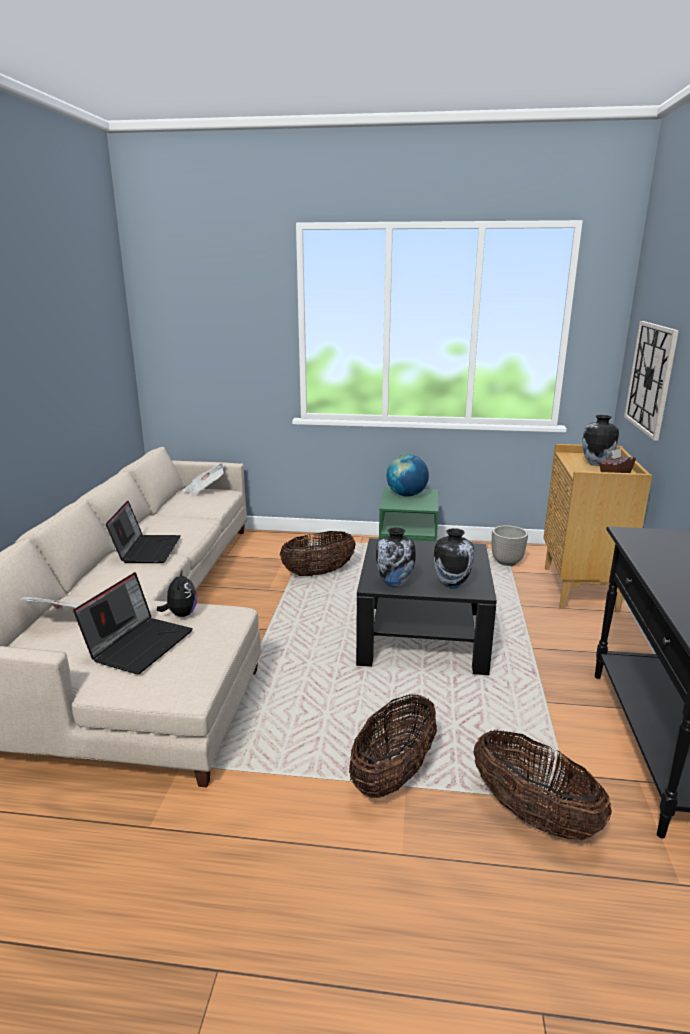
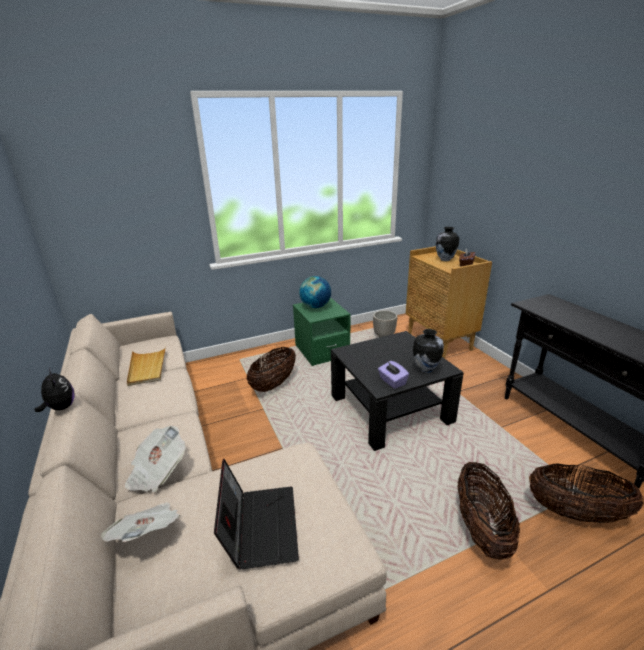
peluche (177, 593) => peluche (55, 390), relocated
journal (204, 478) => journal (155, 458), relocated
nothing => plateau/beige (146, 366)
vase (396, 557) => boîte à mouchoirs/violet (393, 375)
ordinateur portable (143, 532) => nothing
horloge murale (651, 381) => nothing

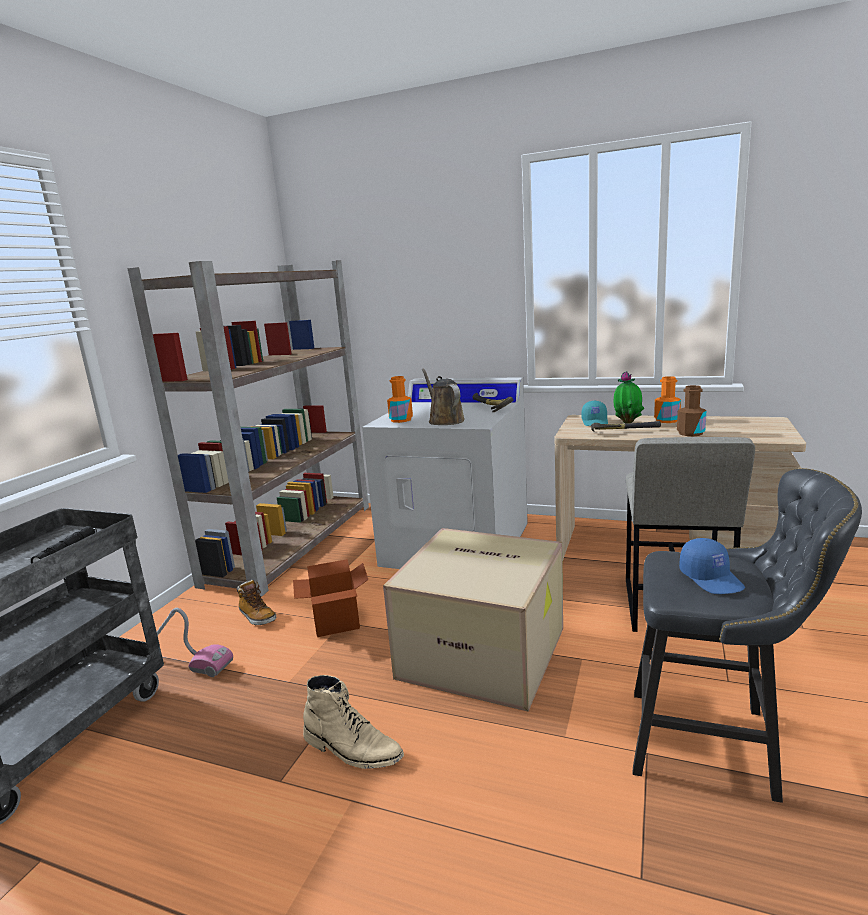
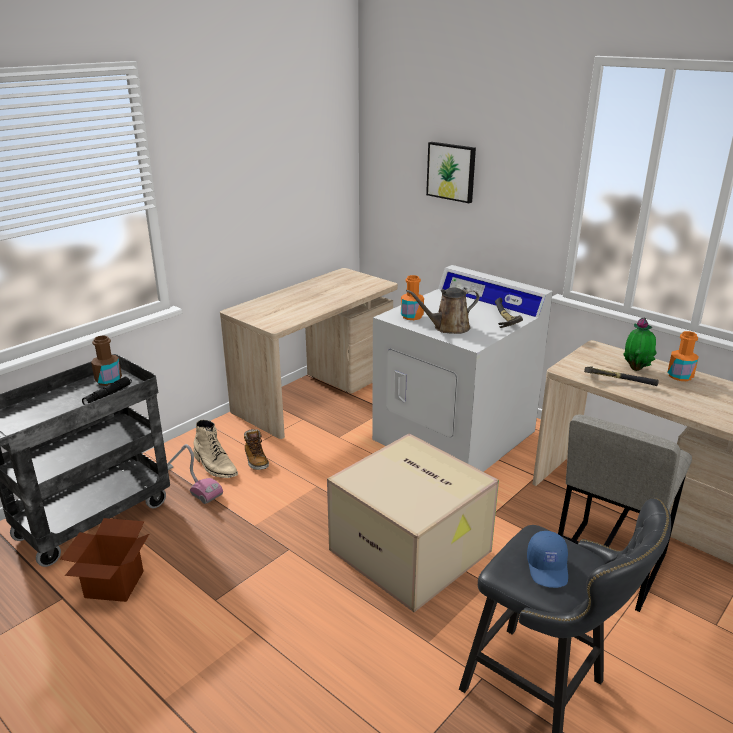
carton (330, 598) => carton (104, 560), relocated
bouteille/marron (691, 410) => bouteille/marron (106, 361), relocated
botte/beige (353, 722) => botte/beige (215, 449), relocated
bibliothèque/marron (248, 428) => bureau/beige (309, 353)
arrosoir/marron (443, 397) => arrosoir/marron (442, 310), 105 degrees counterclockwise
nothing => tableau (451, 172)
casquette/turquoise (595, 413) => nothing

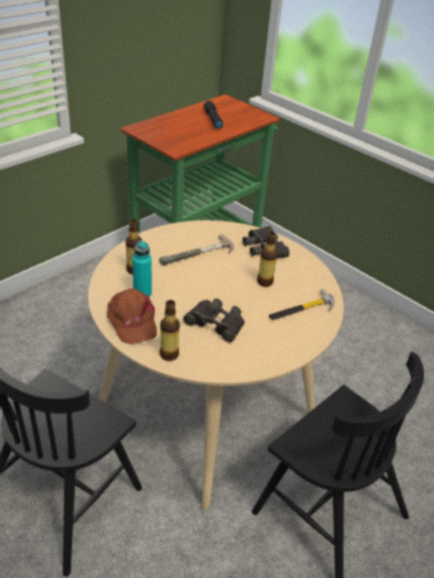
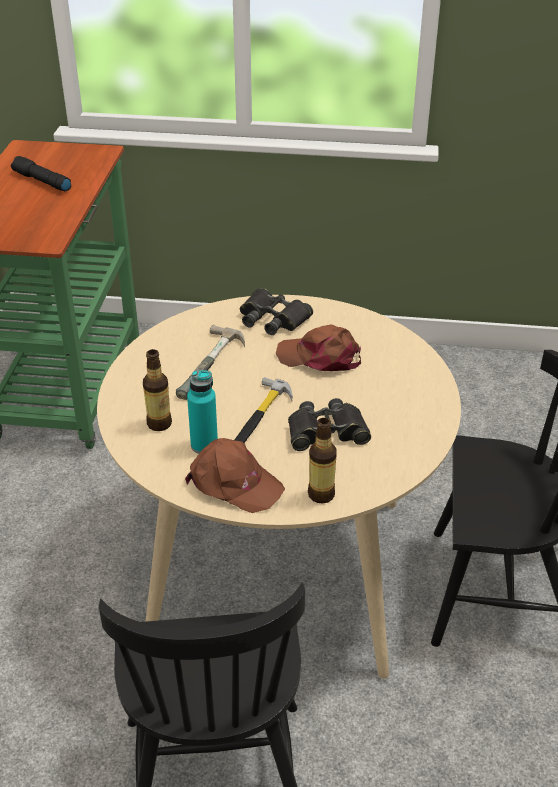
marteau (302, 304) => marteau (263, 410), relocated
bouteille (267, 259) => casquette/marron (318, 348)

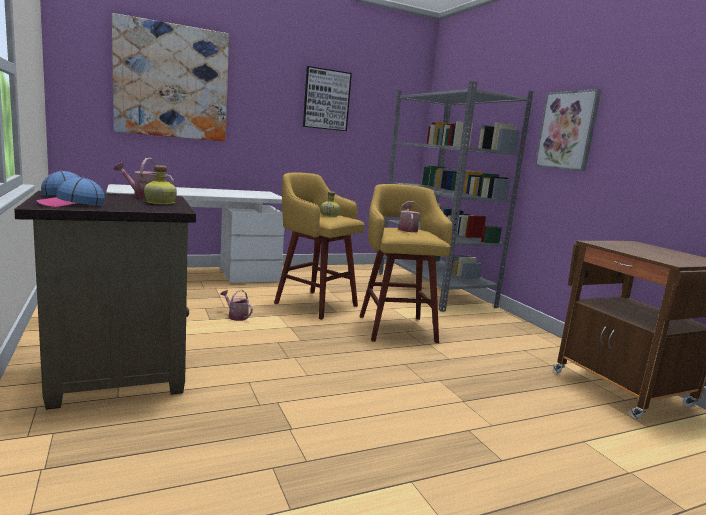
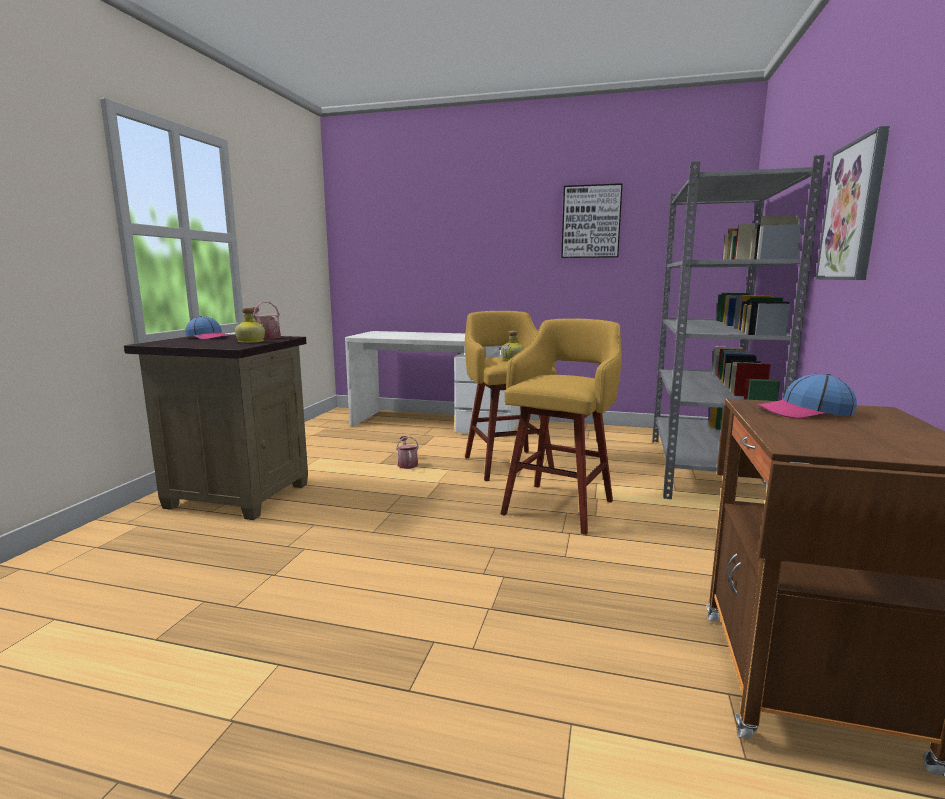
casquette (70, 192) => casquette (807, 396), relocated
tableau (170, 77) => nothing
arrosoir (409, 216) => nothing

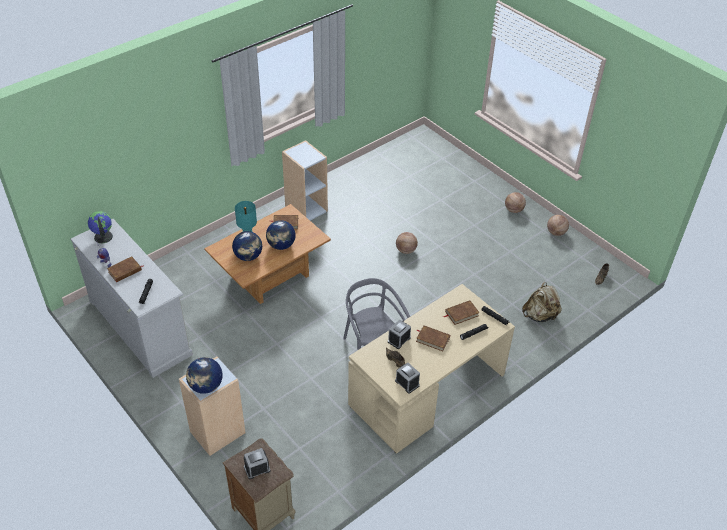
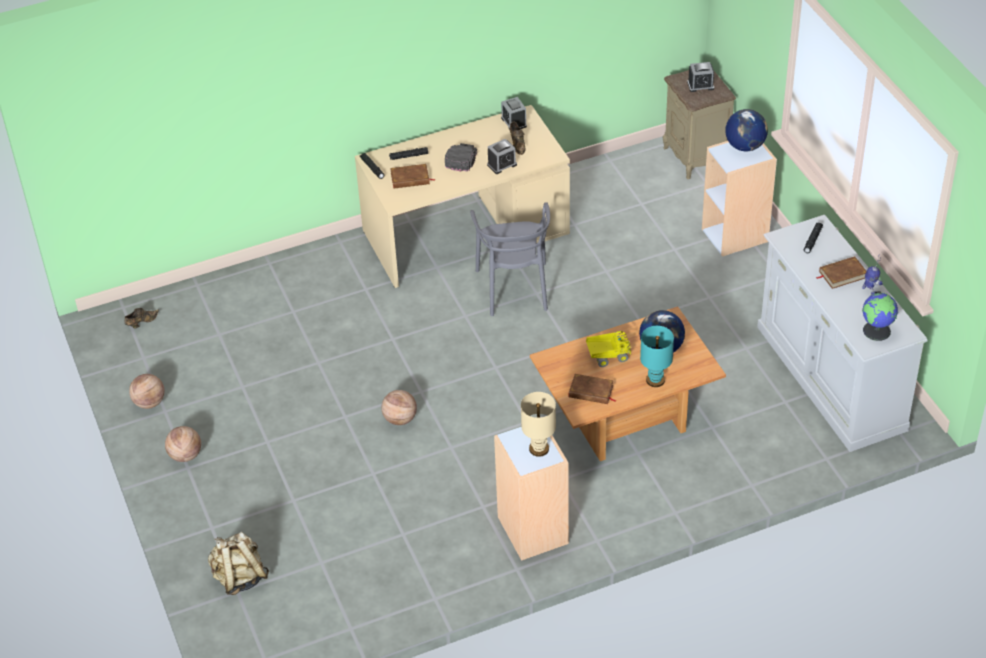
sac à dos/beige (542, 302) => sac à dos/beige (238, 563), relocated
livre/marron (433, 338) => casquette/noir (461, 157)
nothing => lampe de table/beige (538, 424)
globe (281, 235) => camion jouet (608, 349)

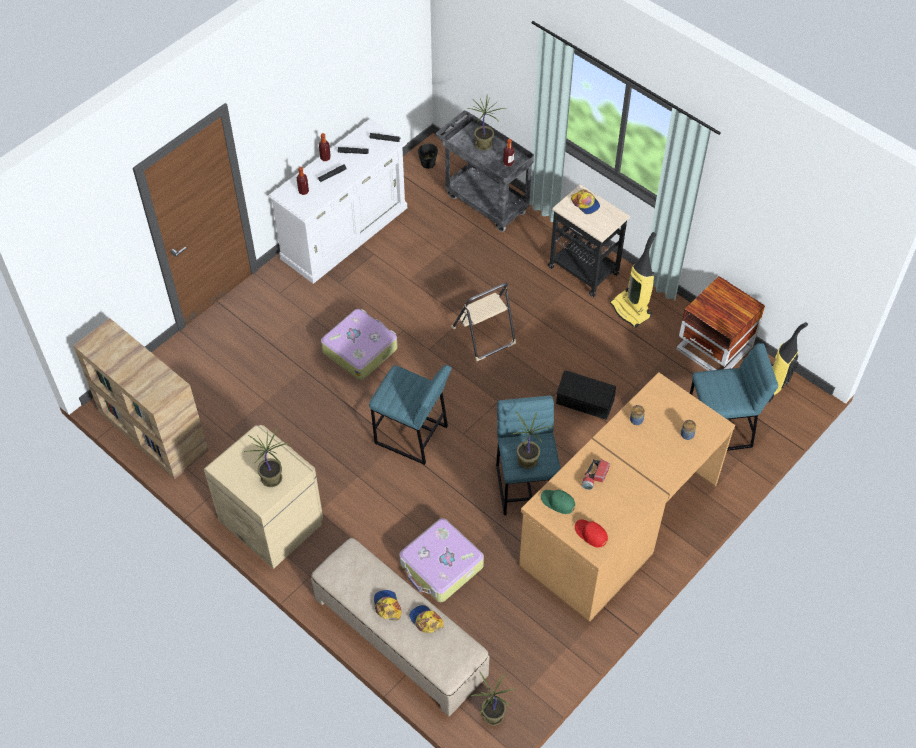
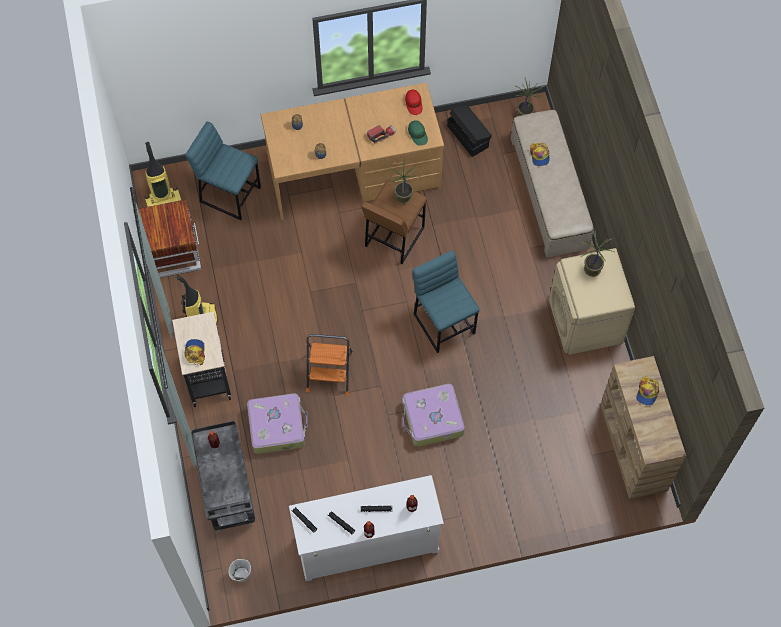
seau/noir (428, 155) => seau/blanc (240, 570)
valise (441, 560) => valise (277, 423), relocated
escabeau/beige (483, 322) => escabeau/orange (329, 365)
tabouret/bleu (528, 455) => tabouret/marron (394, 222)
boîte de rangement/noir (586, 395) => boîte de rangement/noir (469, 131), relocated
casquette (387, 605) => casquette (647, 390), relocated
plante en pot (487, 122) => nothing

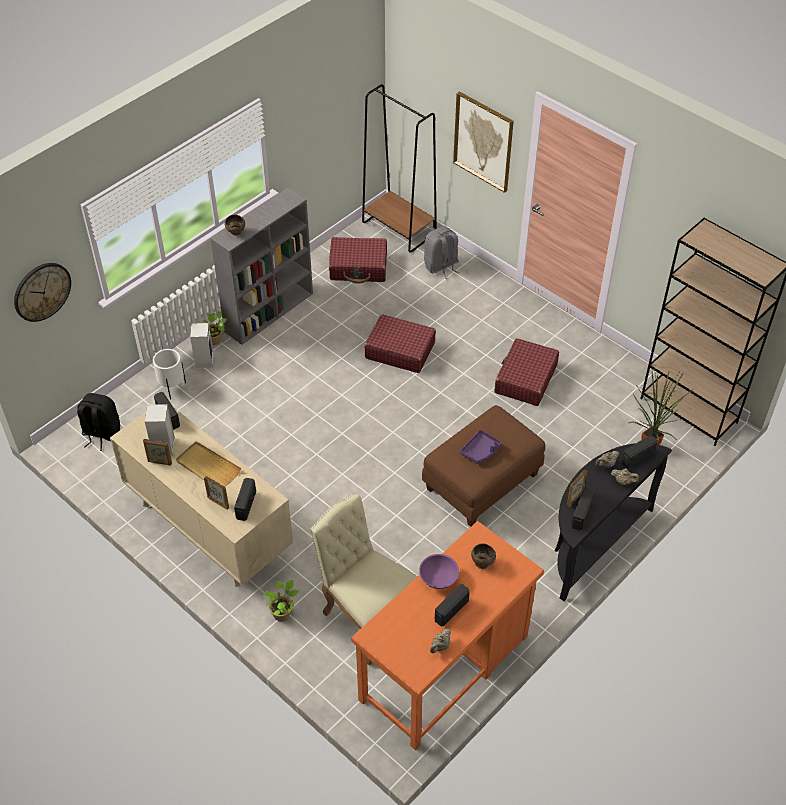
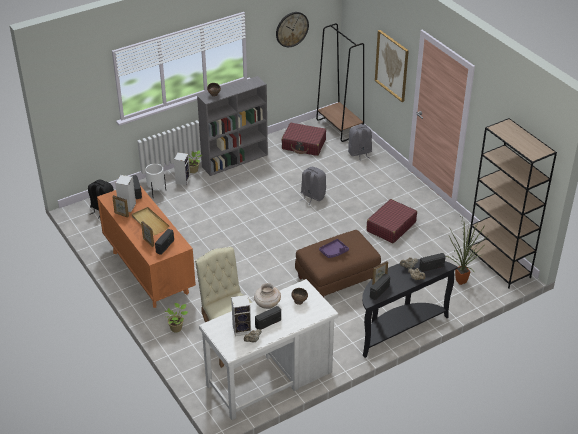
commode/beige (201, 497) => commode/orange (146, 246)
bureau/orange (447, 635) => bureau/blanc (268, 349)
nothing => enceinte (241, 315)
bol/violet (439, 571) => vase/beige (267, 296)
horloge murale (42, 292) => horloge murale (292, 29), relocated
valise/rouge (400, 343) => sac à dos/gris (313, 186)

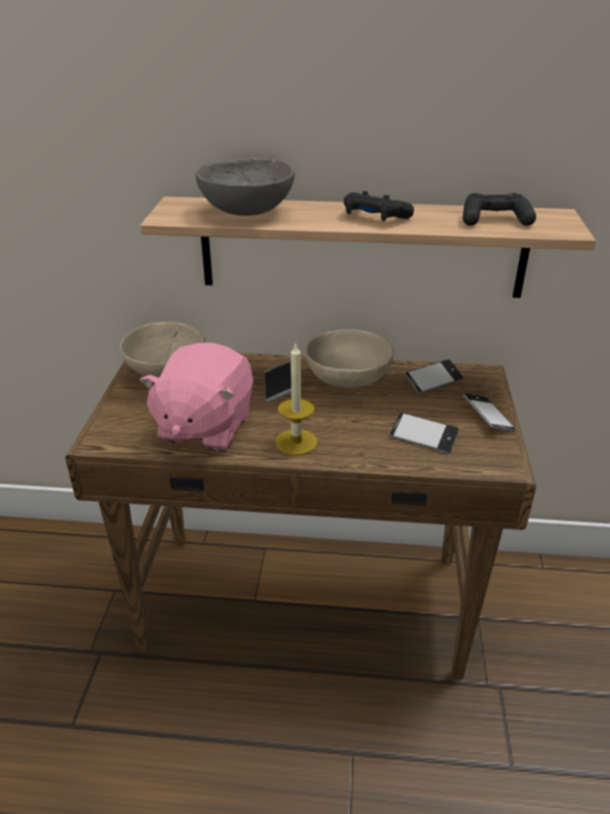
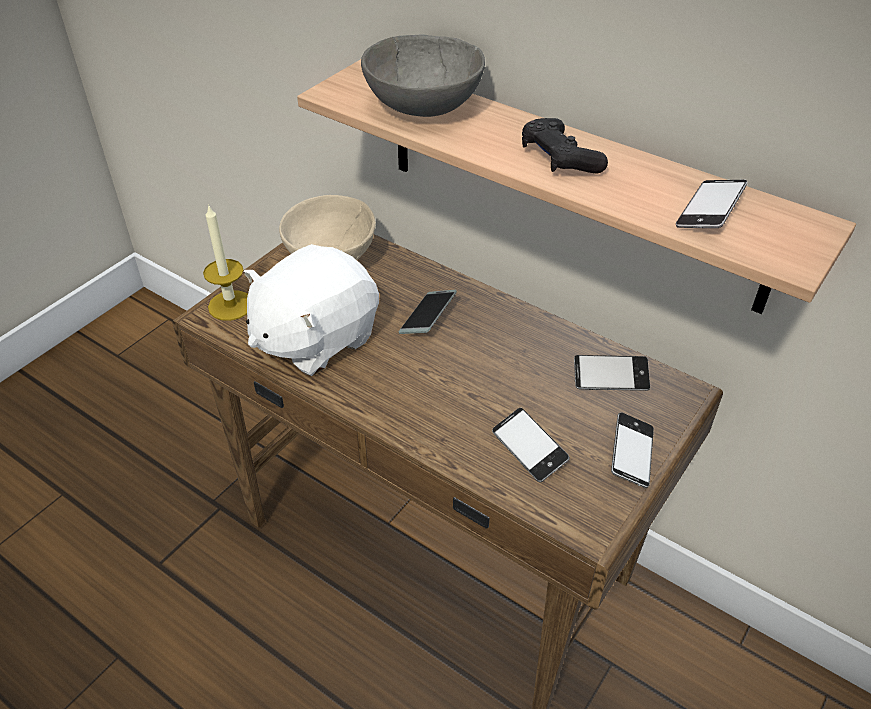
bougie (296, 398) => bougie (225, 262), relocated
peluche/rose (196, 397) => peluche/blanc (311, 310)
manette/noir (499, 209) => téléphone (711, 204)
bol/beige (349, 358) => nothing

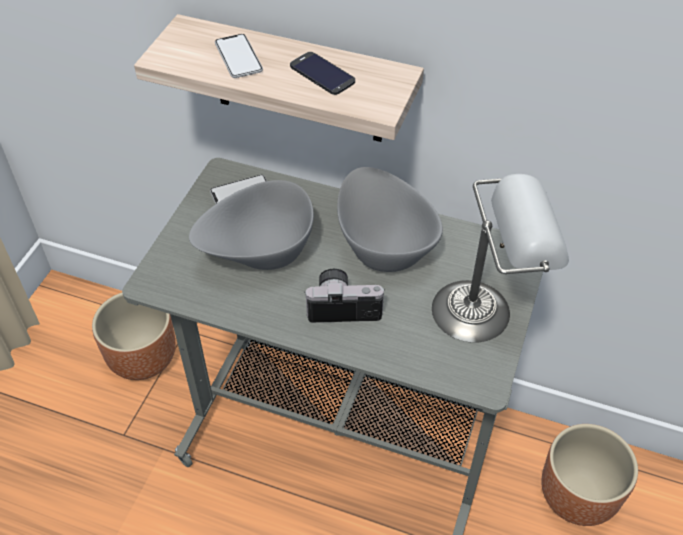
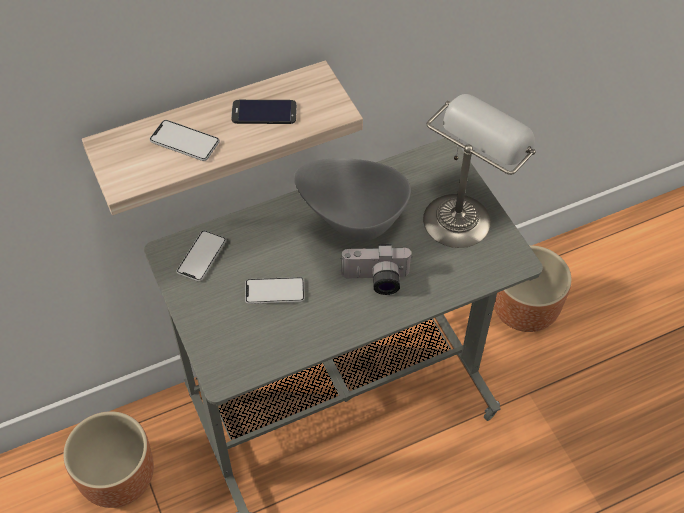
bol/gris (251, 225) => téléphone (275, 290)
appareil photo (344, 296) => appareil photo (377, 269), 135 degrees counterclockwise

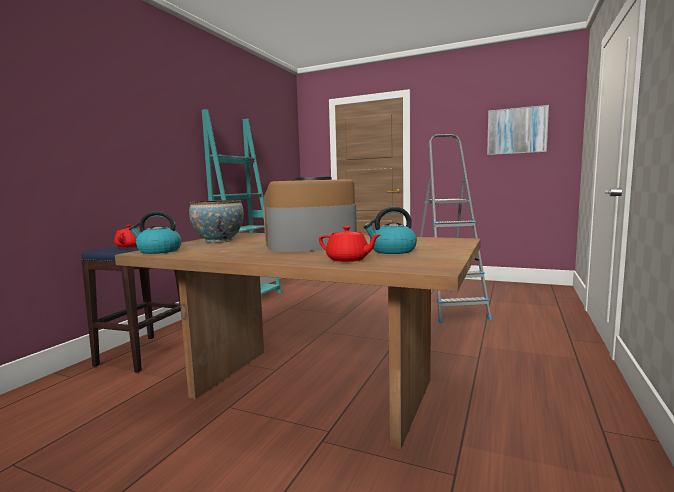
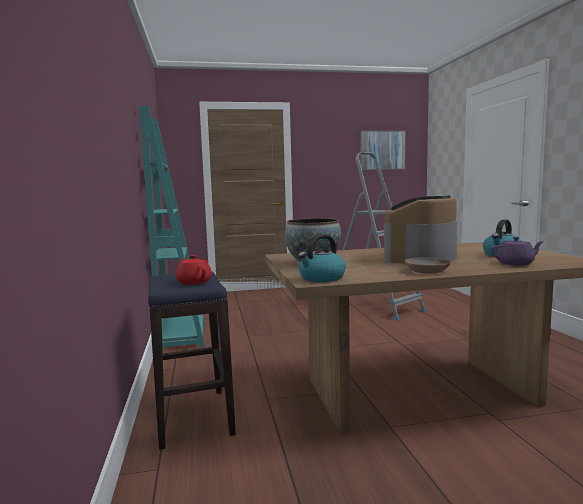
nothing => bol/marron (428, 265)
théière/rouge (349, 244) => théière/violet (517, 251)

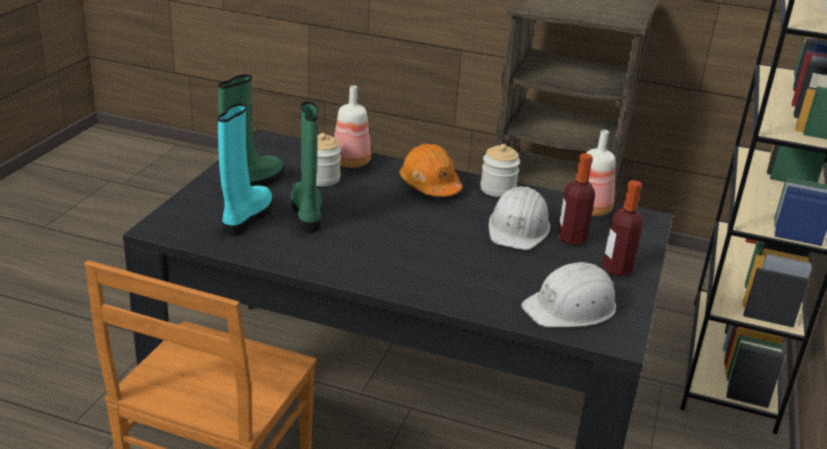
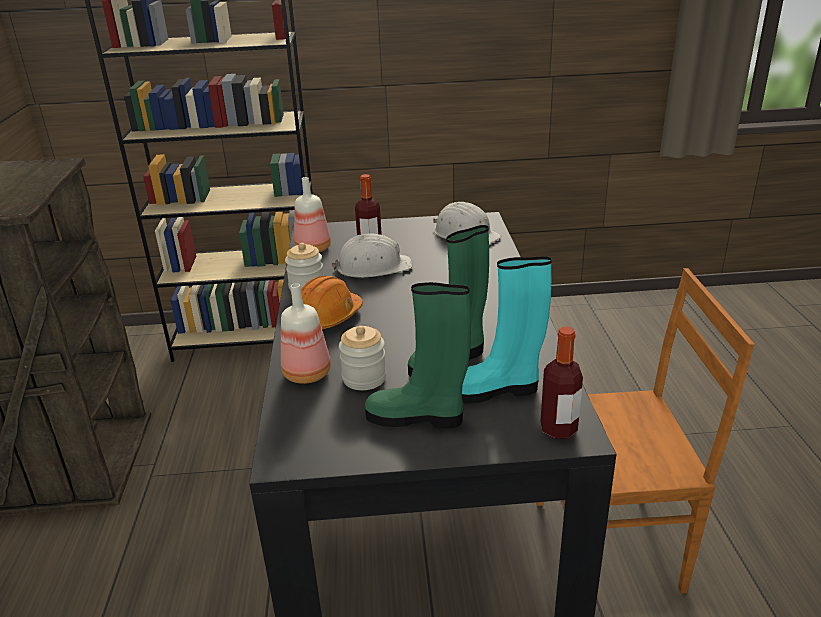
bouteille (623, 228) => bouteille (561, 383), relocated

